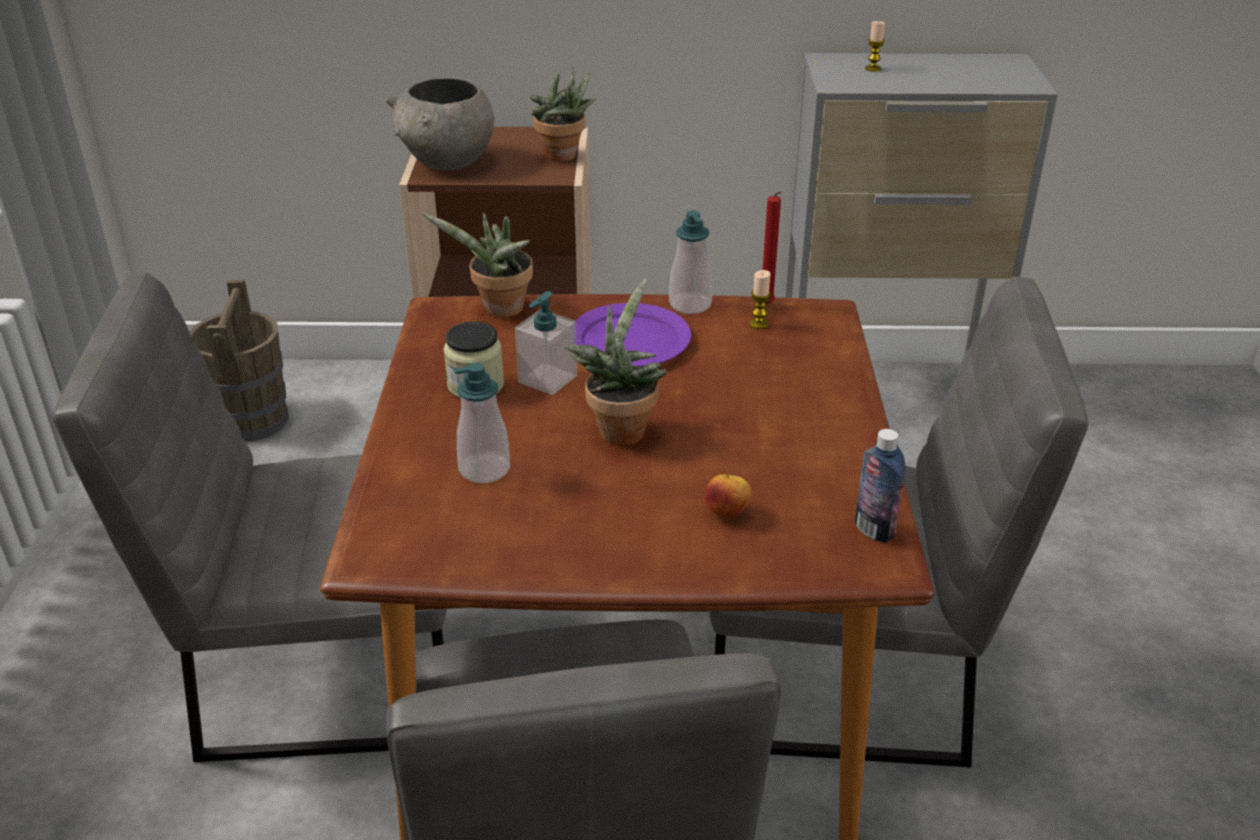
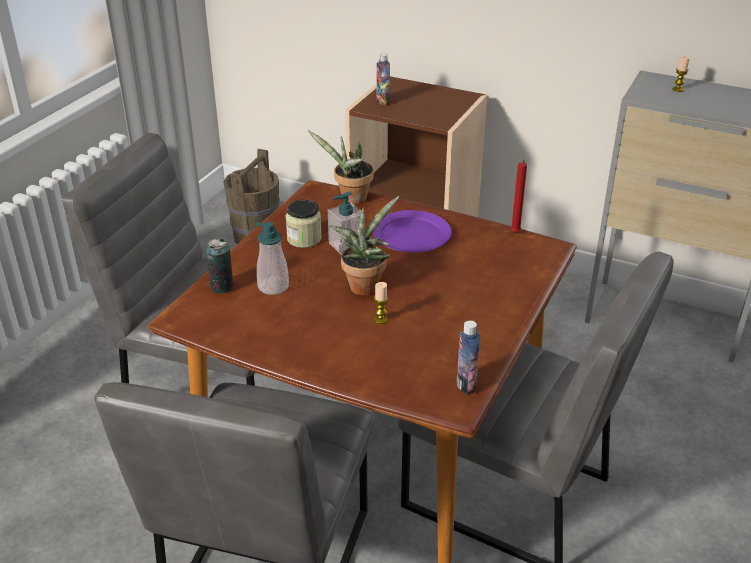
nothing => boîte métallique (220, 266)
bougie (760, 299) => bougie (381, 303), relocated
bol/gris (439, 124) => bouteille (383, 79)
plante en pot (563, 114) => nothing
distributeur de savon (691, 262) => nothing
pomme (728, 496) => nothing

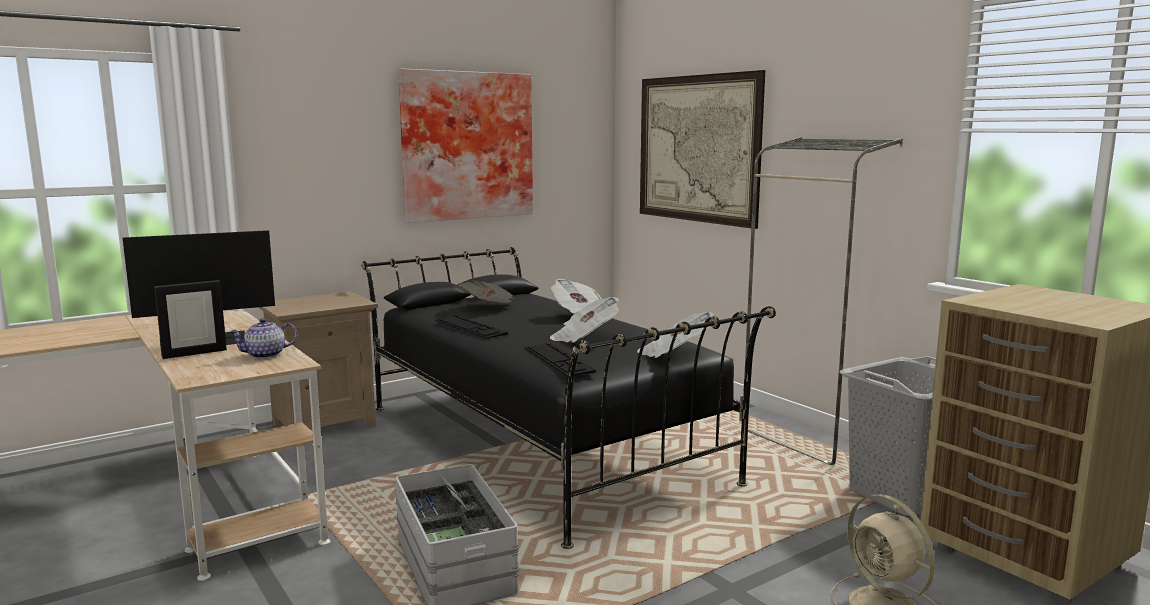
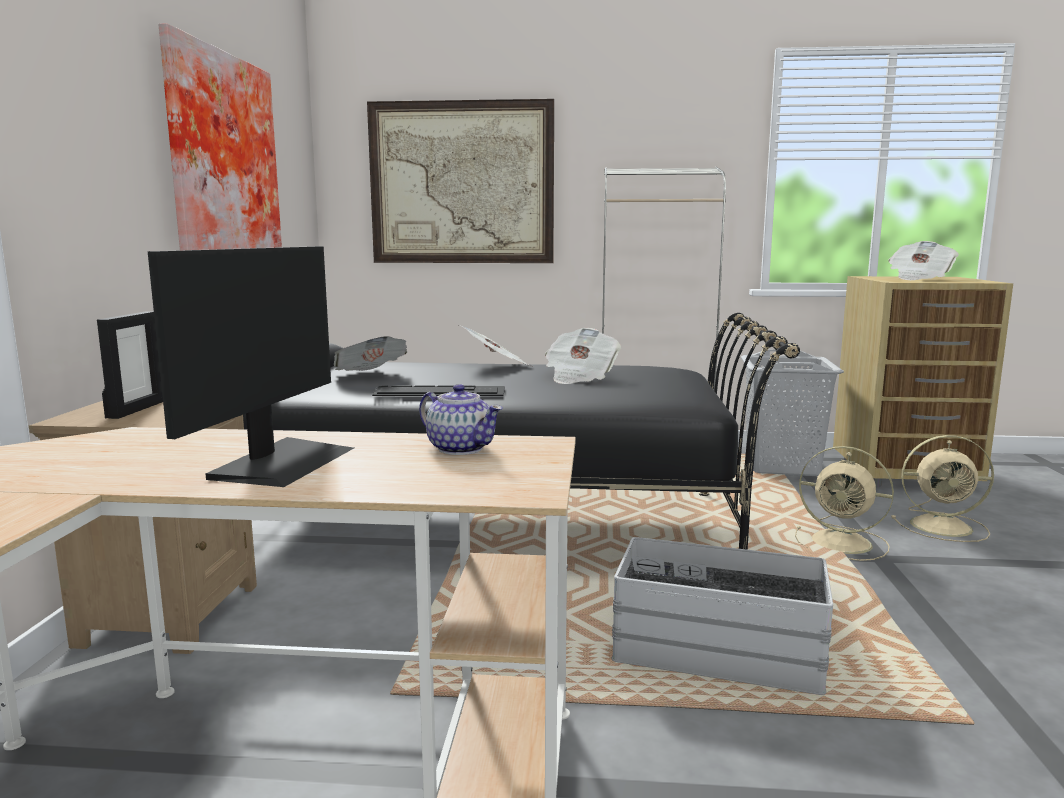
cadre photo (190, 319) => cadre photo (130, 365), relocated
théière (263, 338) => théière (461, 419), 60 degrees counterclockwise
nothing => ventilateur/beige (844, 503)
journal (675, 335) => journal (923, 260), relocated
clavier (560, 359) => nothing

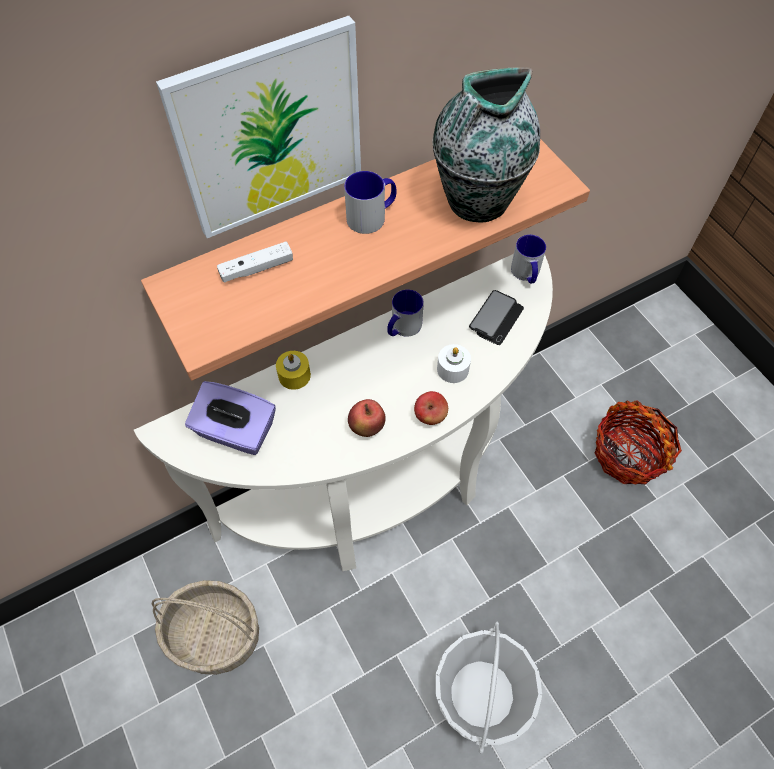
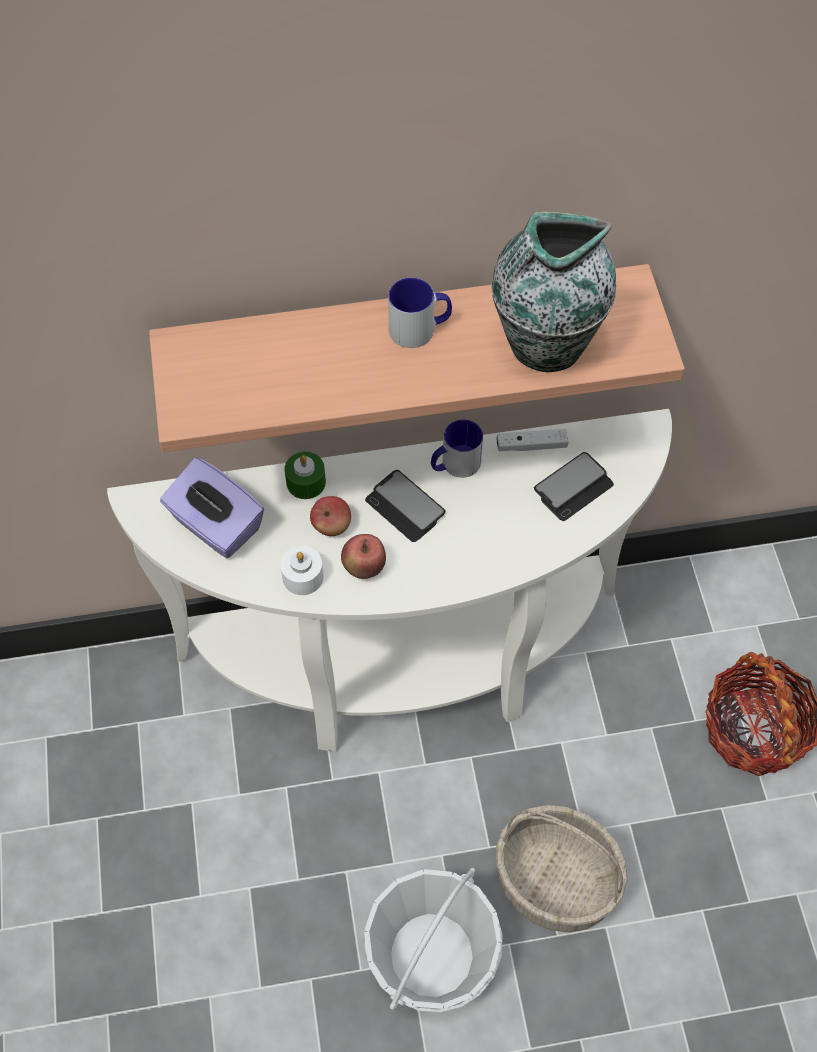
bougie/blanc (454, 363) => bougie/blanc (302, 570), relocated
bougie/jaune (293, 370) => bougie/vert (305, 475)
pomme (431, 408) => pomme (330, 516), relocated
nothing => téléphone (405, 506)
panier (205, 627) => panier (562, 869), relocated
manette/blanc (255, 262) => manette/blanc (533, 440), relocated
tableau (258, 127) => nothing
mug (528, 259) => nothing

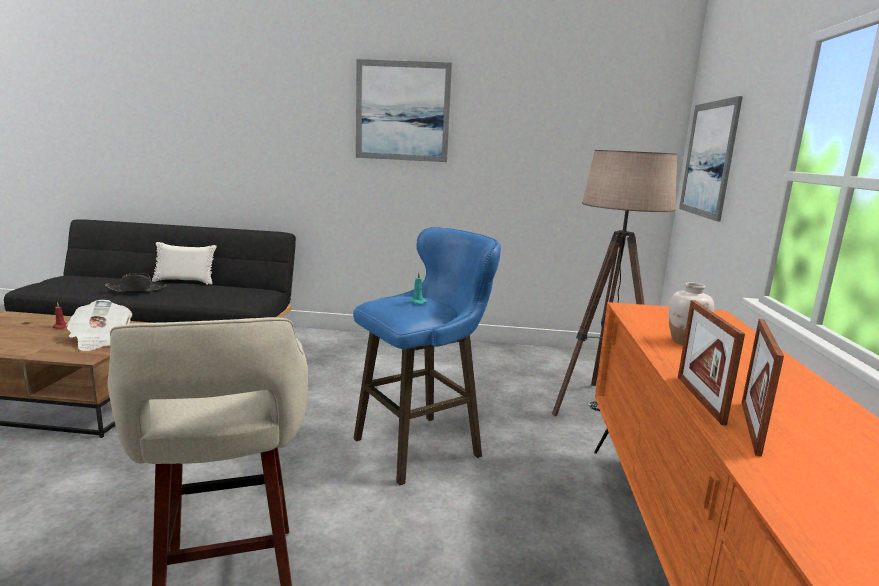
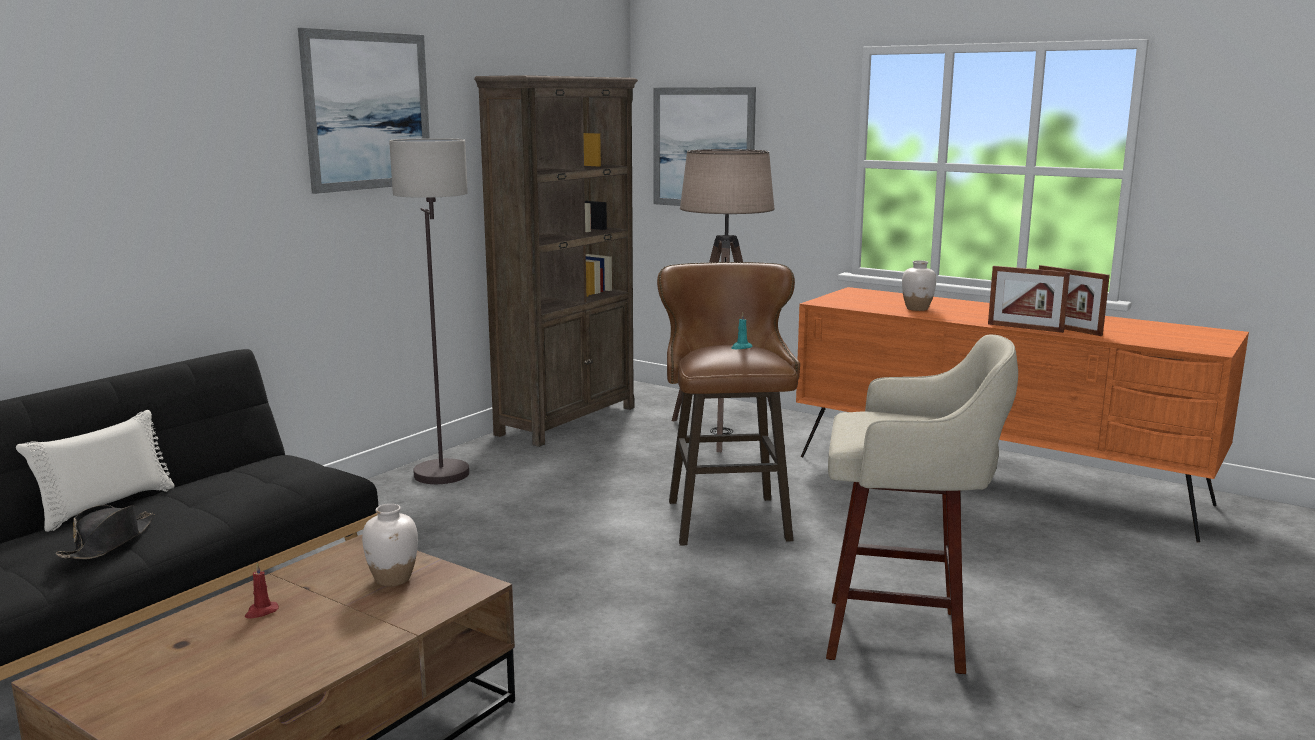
journal (99, 325) => vase/blanc (390, 545)
nothing => lampadaire/gris (429, 311)
nothing => bibliothèque/marron (556, 261)
tabouret/bleu (427, 356) => tabouret/marron (728, 404)

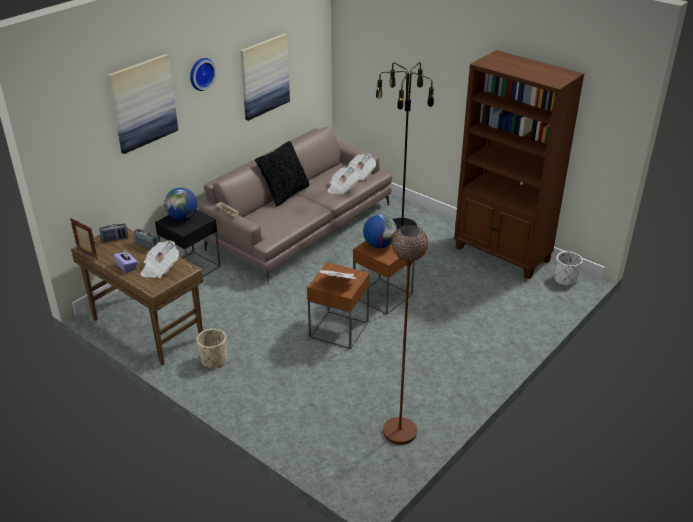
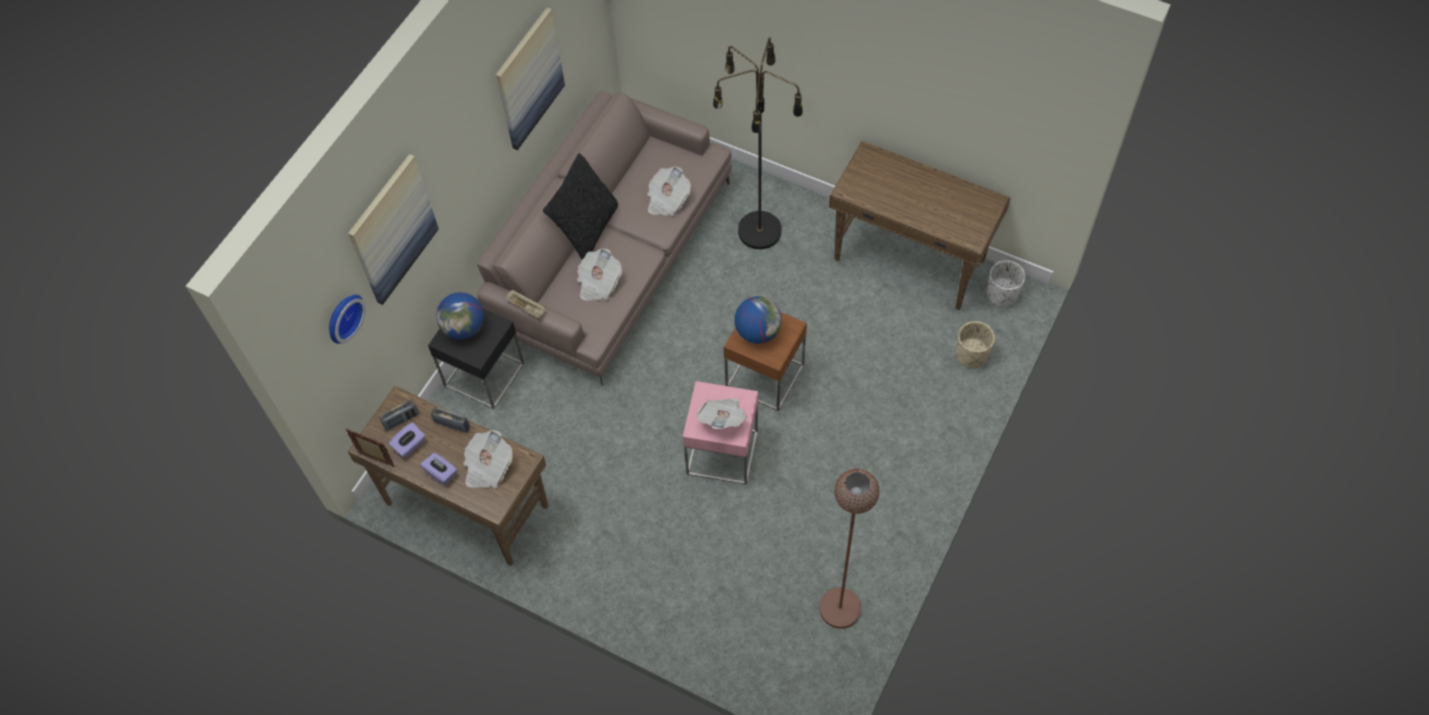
horloge murale (203, 74) => horloge murale (347, 319), relocated
nothing => boîte à mouchoirs/violet (407, 440)
journal (362, 167) => journal (599, 274), relocated
table d'appoint/marron (338, 305) => table d'appoint/rose (720, 433)
bibliothèque/marron (519, 164) => table console/marron (919, 225)
cache-pot/beige (212, 348) => cache-pot/beige (975, 344), relocated

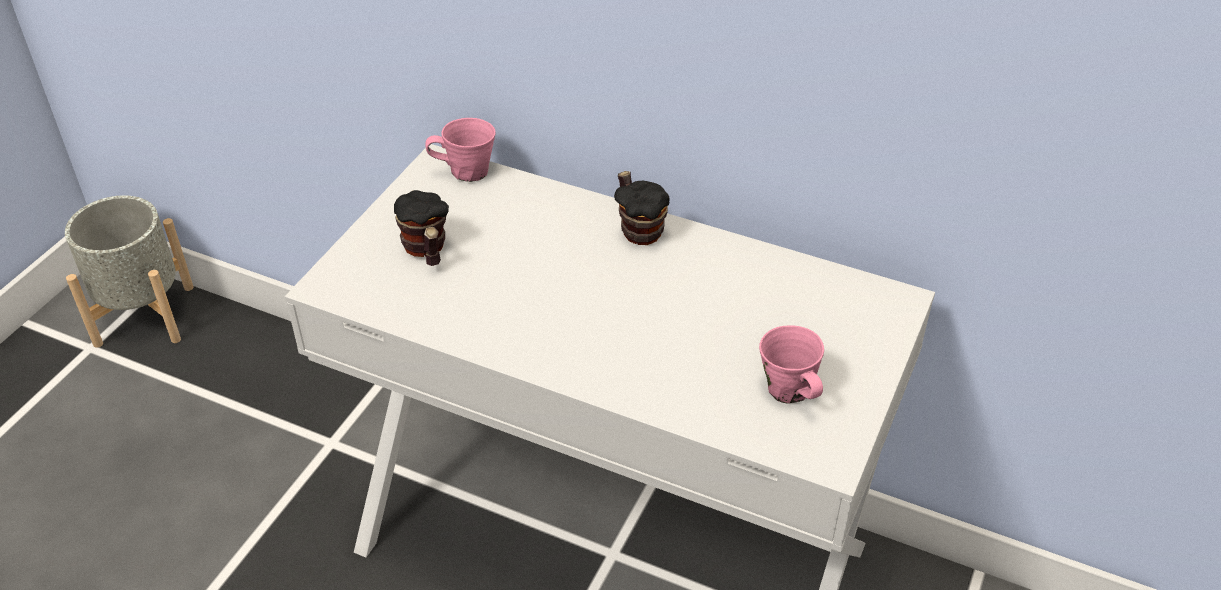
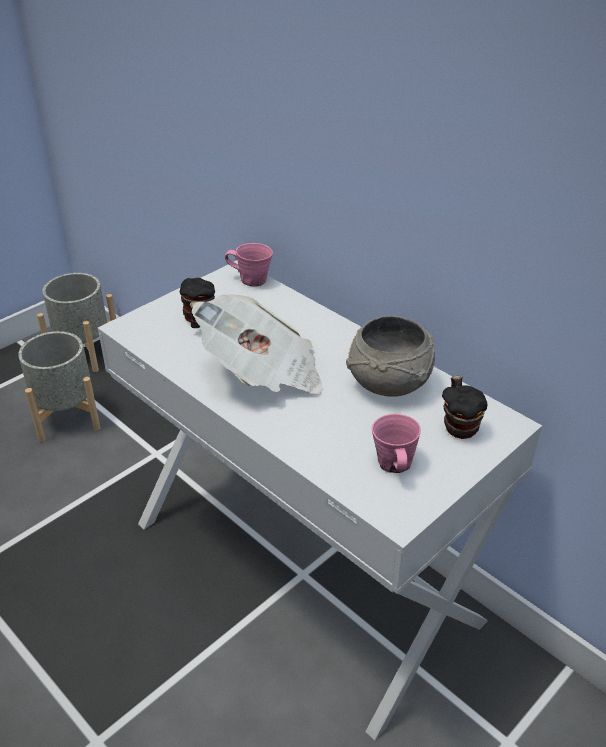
nothing => cache-pot/gris (59, 386)
nothing => journal (257, 343)
nothing => bol/gris (390, 356)
mug (642, 208) => mug (464, 407), relocated

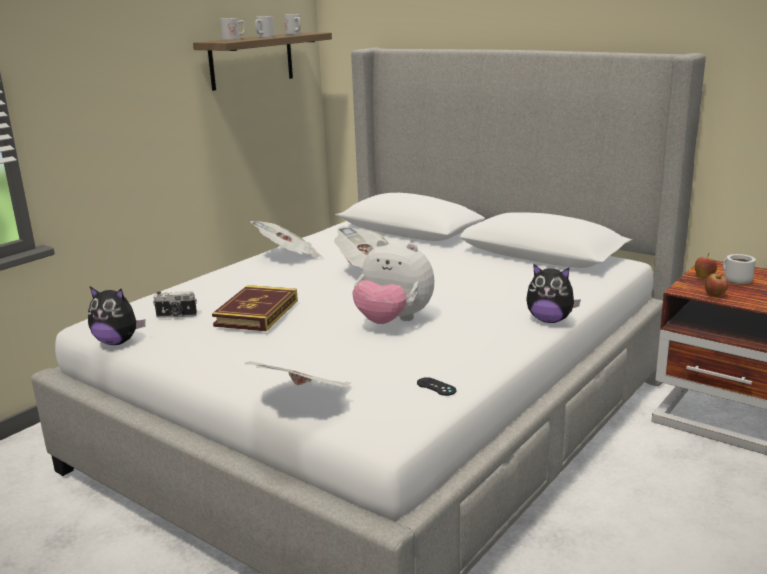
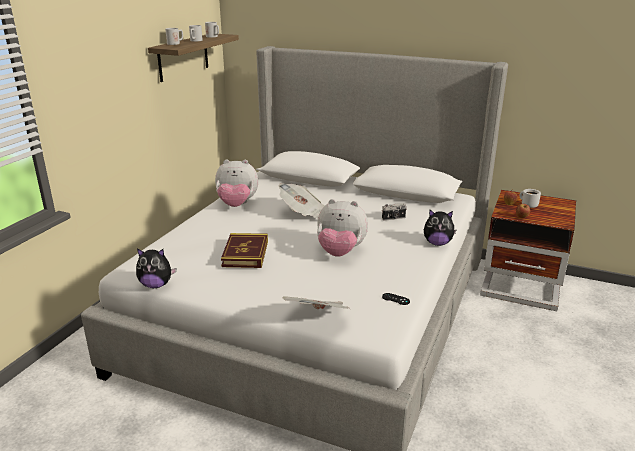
journal (286, 239) => peluche (236, 183)
appareil photo (175, 304) => appareil photo (394, 212), relocated

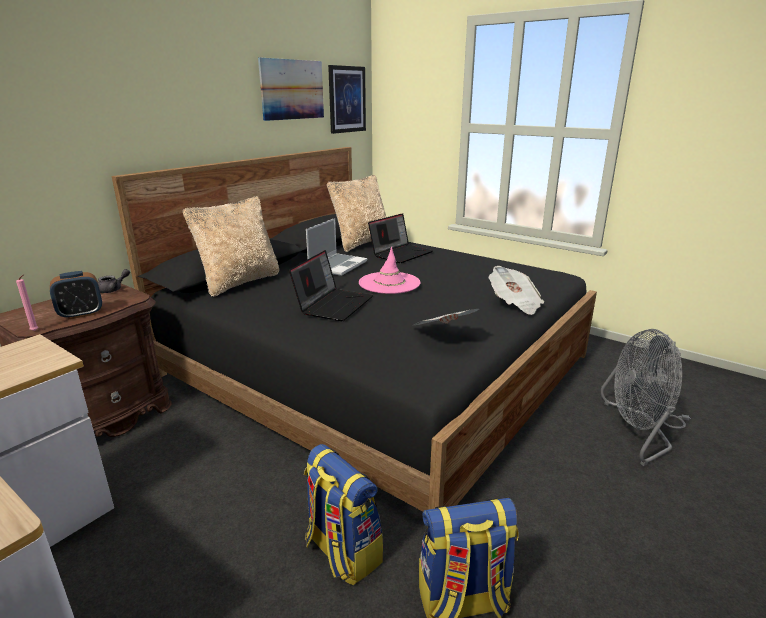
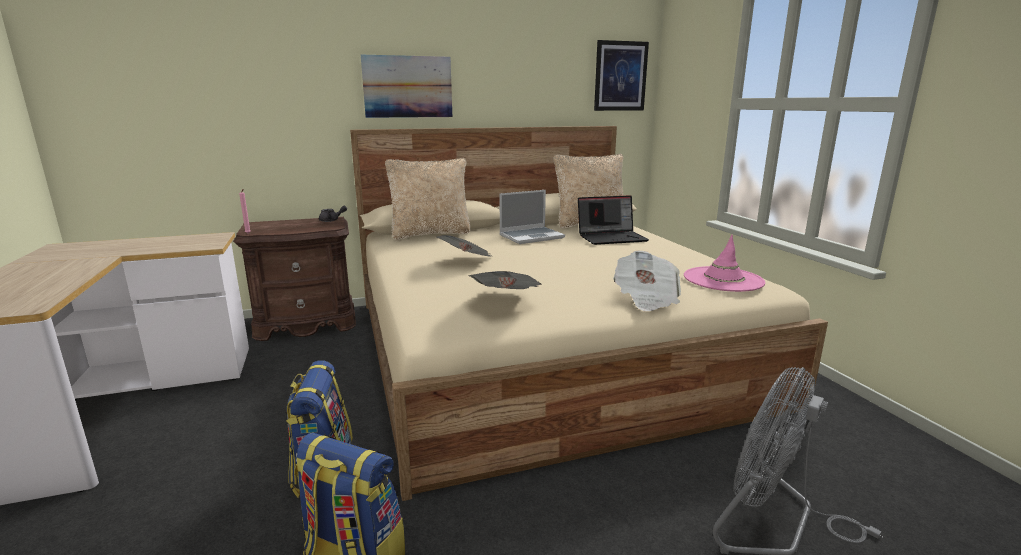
lit/noir (354, 329) => lit/beige (589, 313)
tableau (291, 89) => tableau (406, 86), relocated
ordinateur portable (331, 285) => journal (463, 245)
chapeau/rose (389, 270) => chapeau/rose (724, 263), relocated
réveil (76, 295) => nothing

